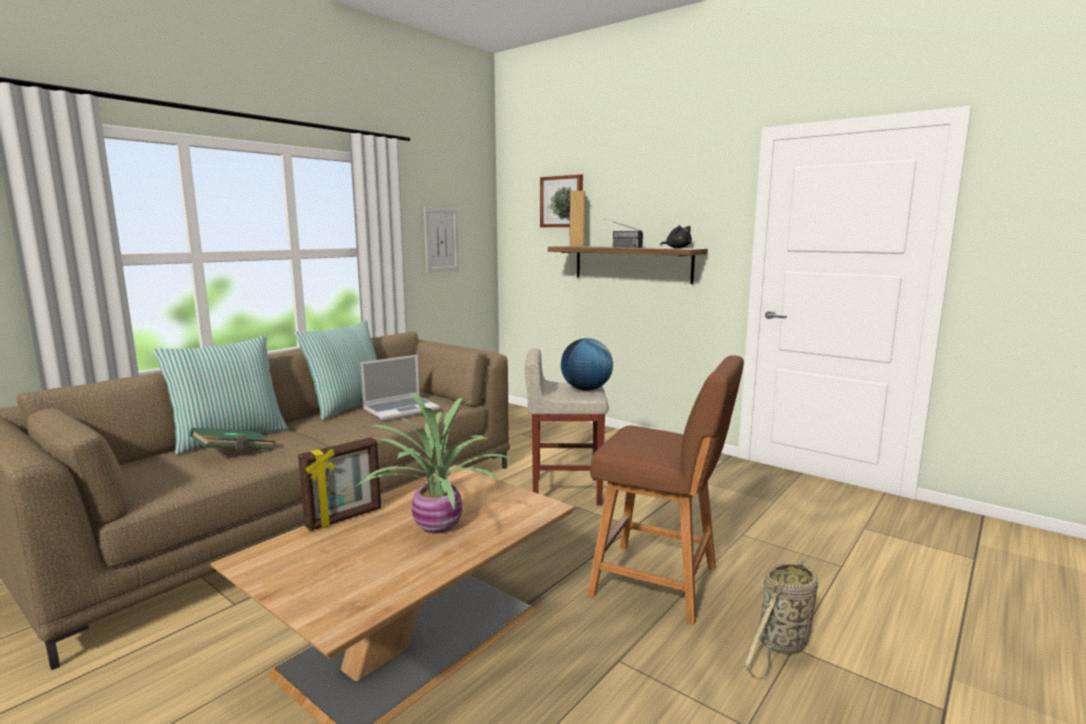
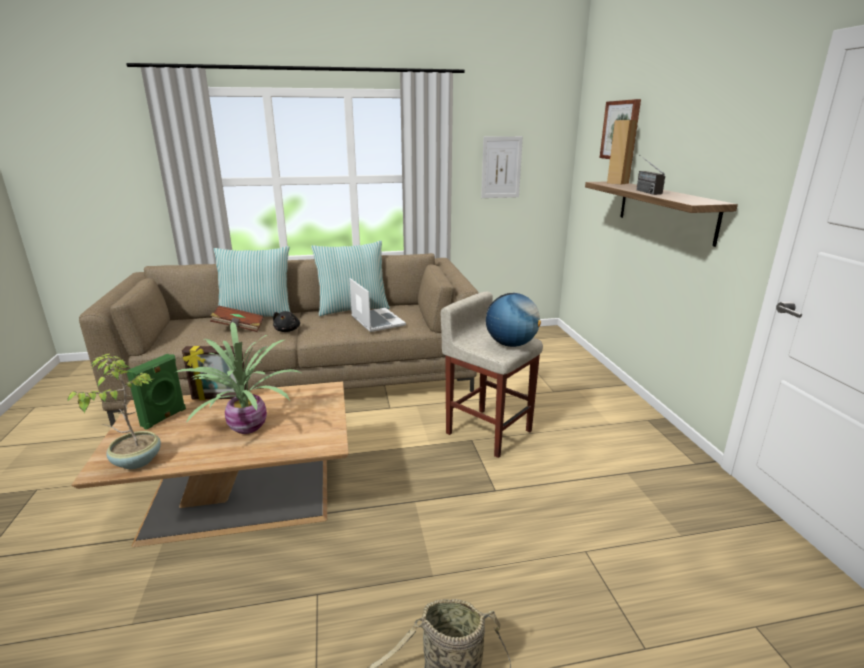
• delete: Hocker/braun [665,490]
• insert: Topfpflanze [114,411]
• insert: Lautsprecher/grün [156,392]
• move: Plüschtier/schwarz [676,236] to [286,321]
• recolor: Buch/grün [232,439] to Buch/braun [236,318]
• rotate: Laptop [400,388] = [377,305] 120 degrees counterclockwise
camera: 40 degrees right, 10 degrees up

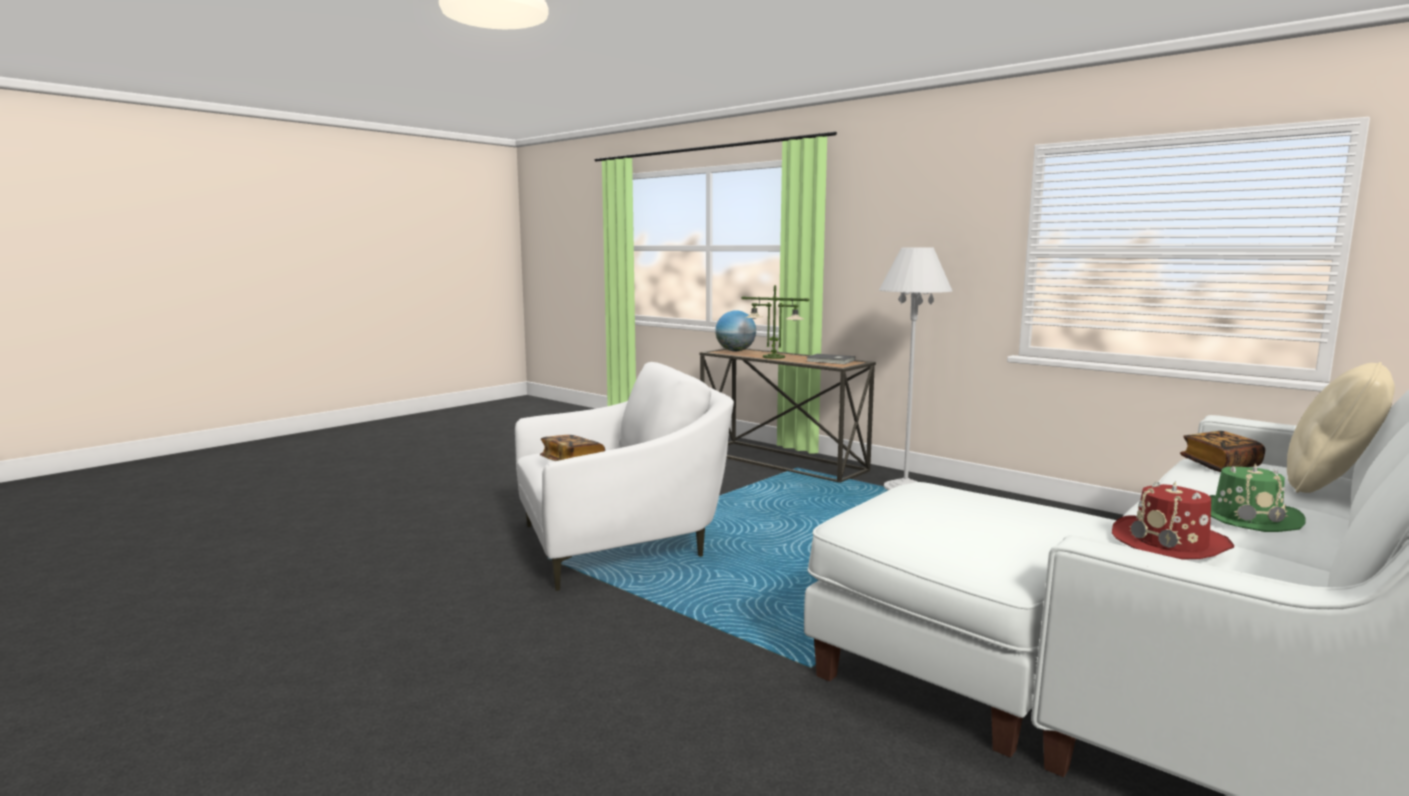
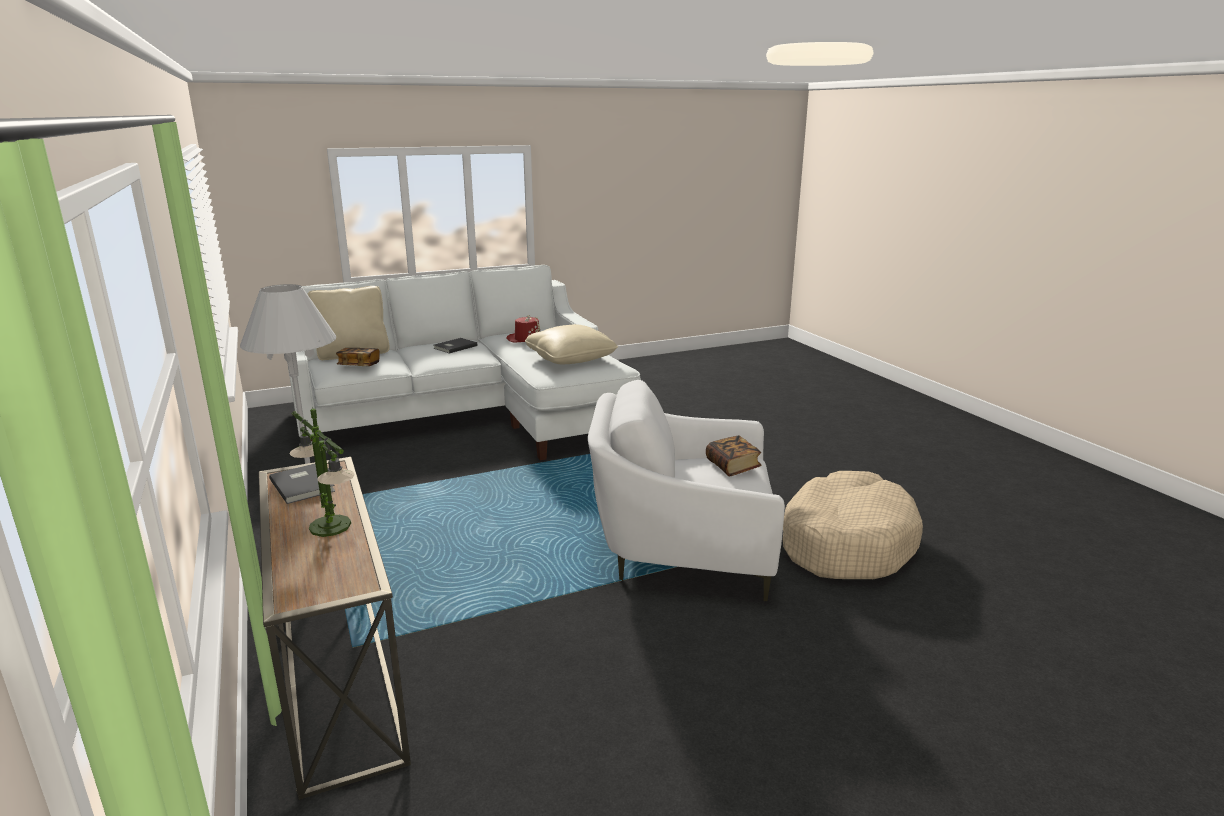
• delete: Globus [735,330]
• insert: Kissen/beige [571,344]
• insert: Hundebett/beige [853,525]
• replace: Hut/grün [1258,497] to Buch/grau [455,345]
camera: 155 degrees left, 10 degrees up

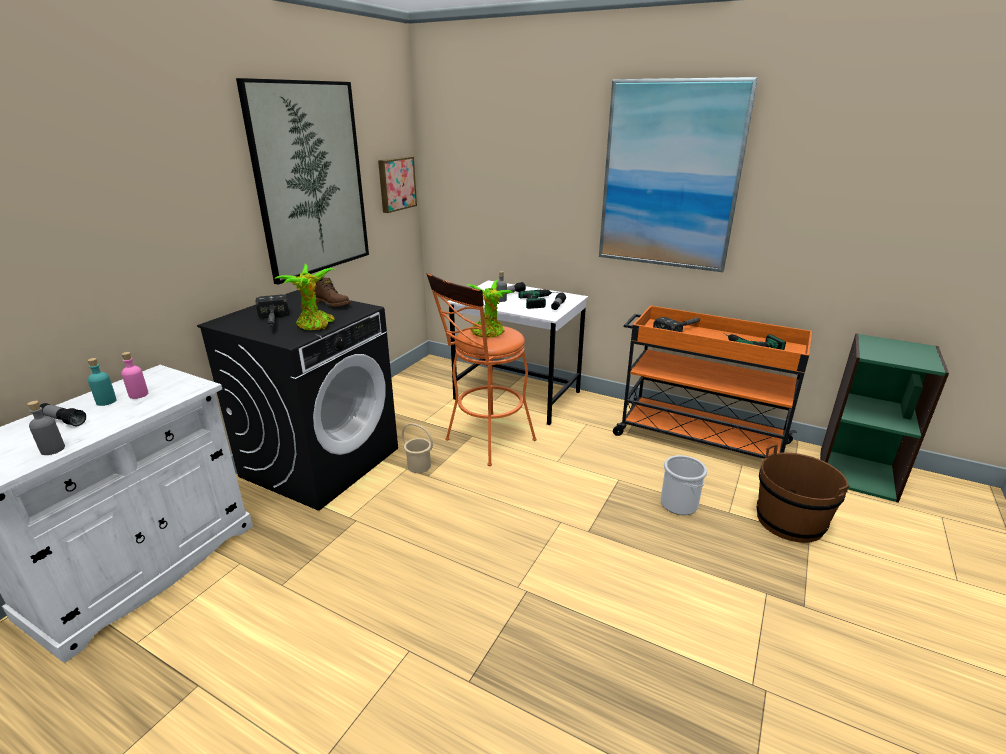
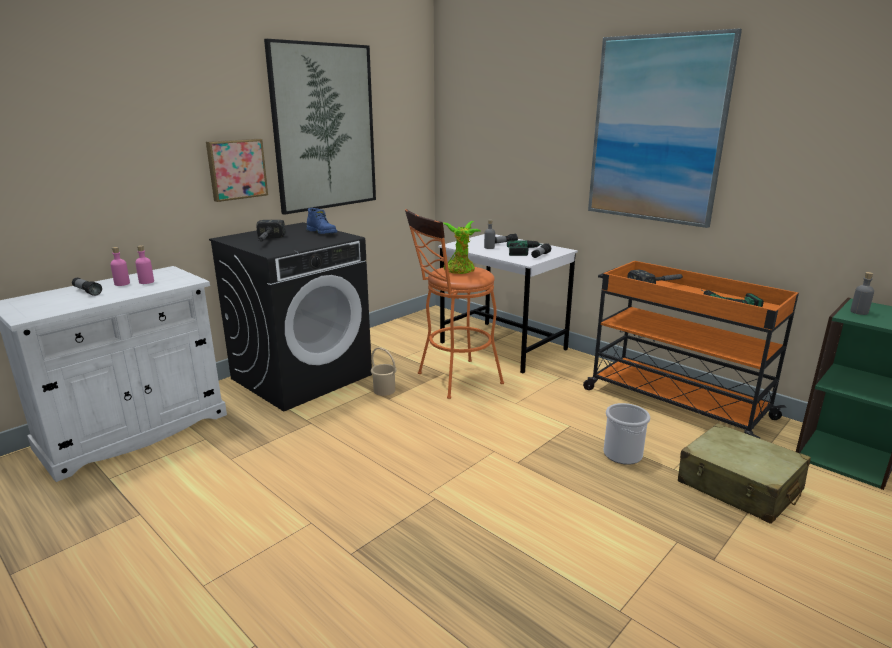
• delete: Topfpflanze [304,297]
• move: Flasche/grau [46,428] to [862,293]
• move: Bild [397,184] to [237,170]
• replace: Eimer/braun [803,493] to Koffer/beige [744,473]
• recolor: Flasche/türkis [102,382] to Flasche/rosa [120,266]
• recolor: Stiefel/braun [332,292] to Stiefel/blau [322,221]
camera: 15 degrees right, 5 degrees down

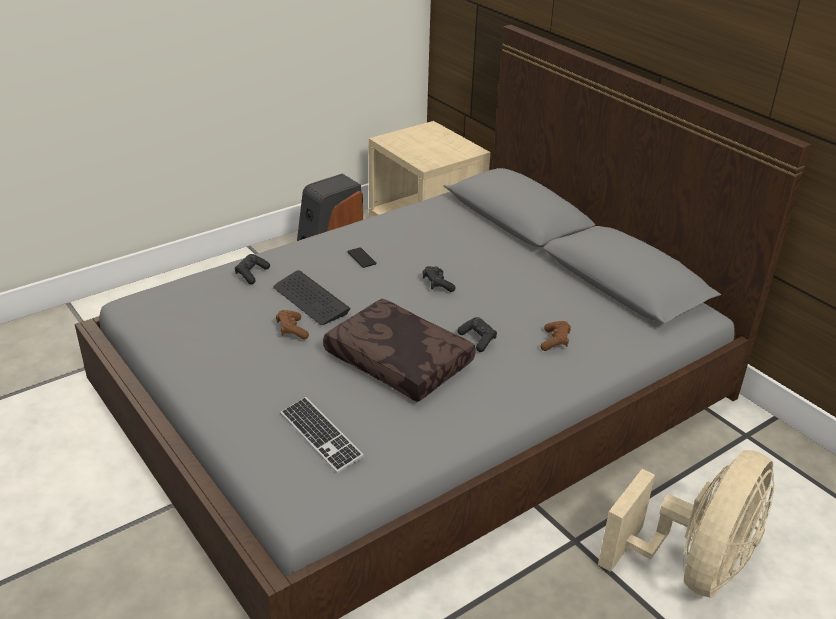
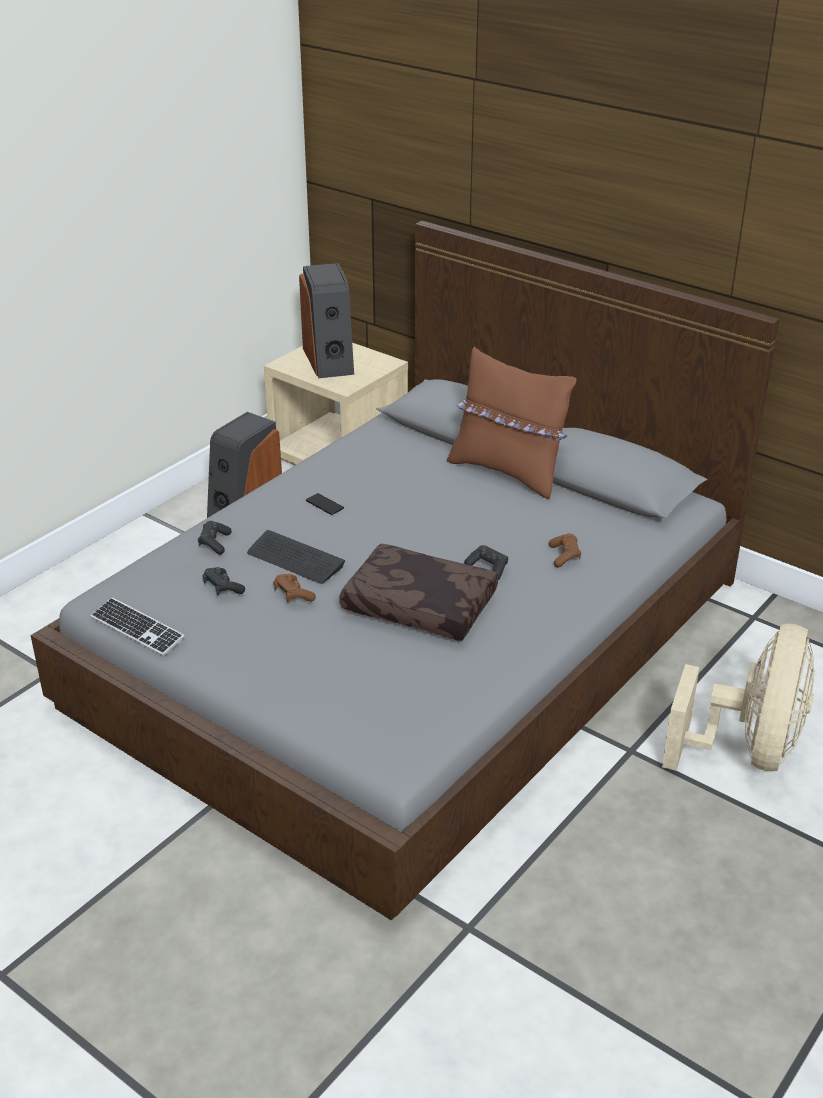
• insert: Lautsprecher [326,320]
• insert: Kissen/braun [511,423]
• move: Tastatur [322,435] to [137,626]
• move: Gamepad/schwarz [439,279] to [224,581]
camera: 15 degrees left, 0 degrees up

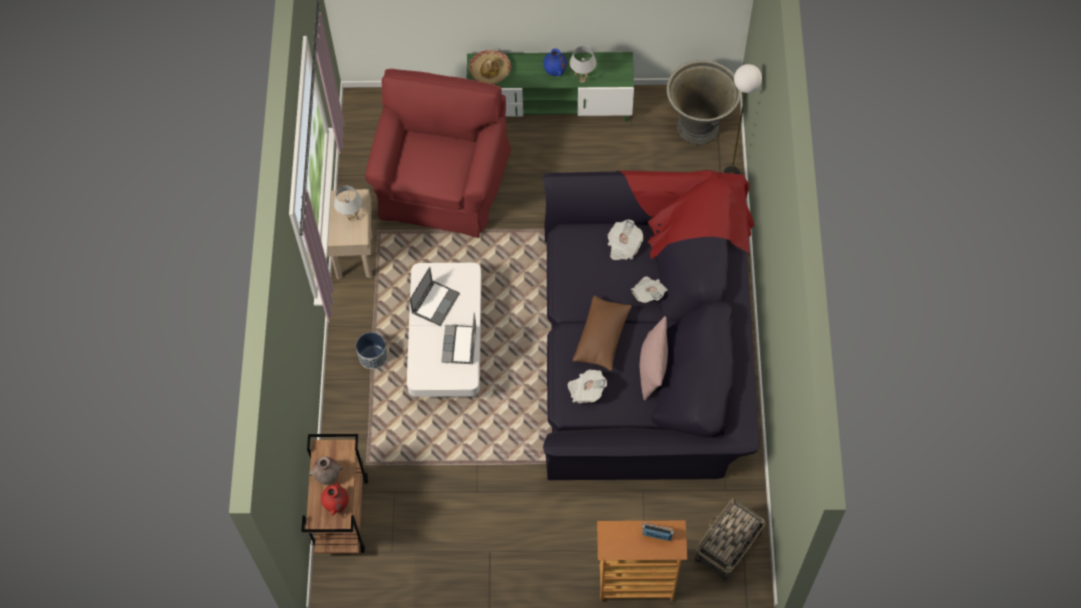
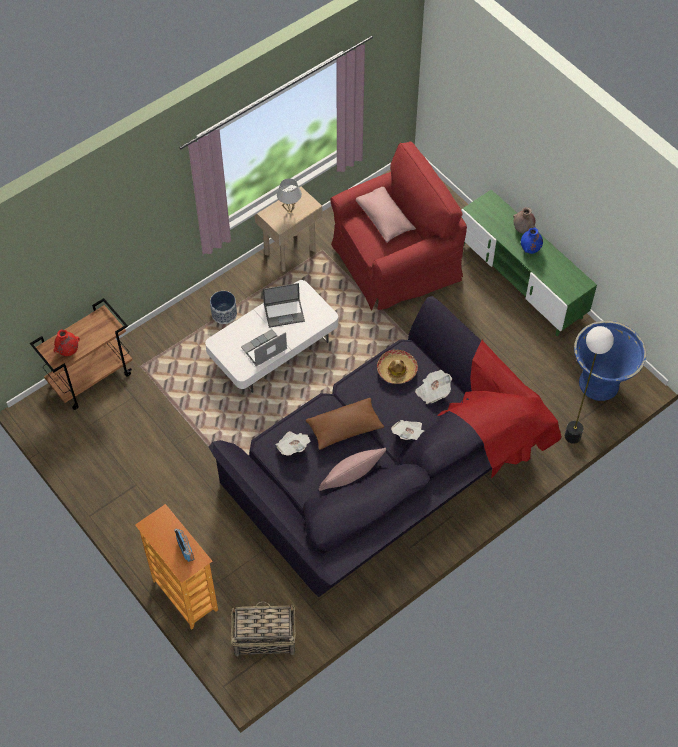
• delete: Tischlampe/weiß [583,64]
• insert: Kissen/rosa [386,215]
• move: Vase/braun [325,470] to [524,220]
• move: Hut [490,67] to [397,366]
• recolor: Pflanzkübel/grau [703,102] to Pflanzkübel/blau [610,361]
camera: 50 degrees right, 5 degrees down

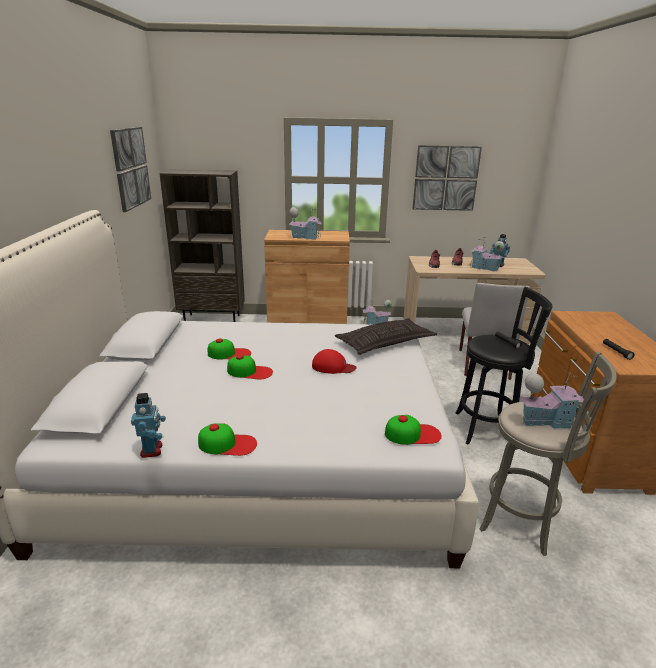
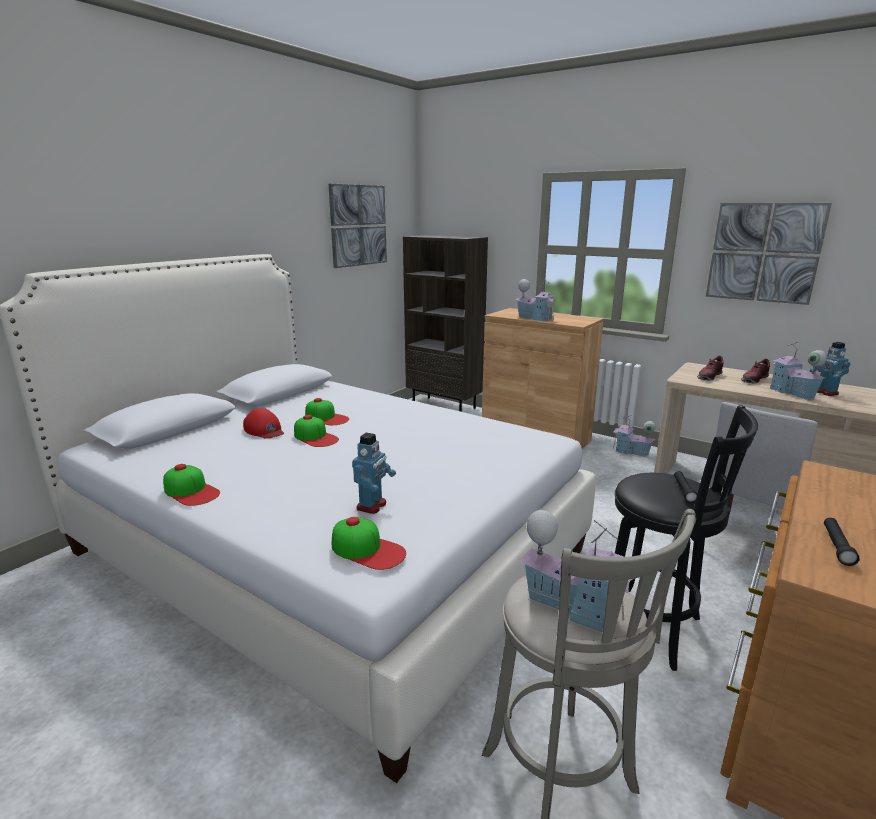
• delete: Kissen [386,336]
• move: Spielzeugroboter [148,425] to [374,473]
• move: Kappe/rot [334,361] to [263,423]
camera: 35 degrees right, 5 degrees down

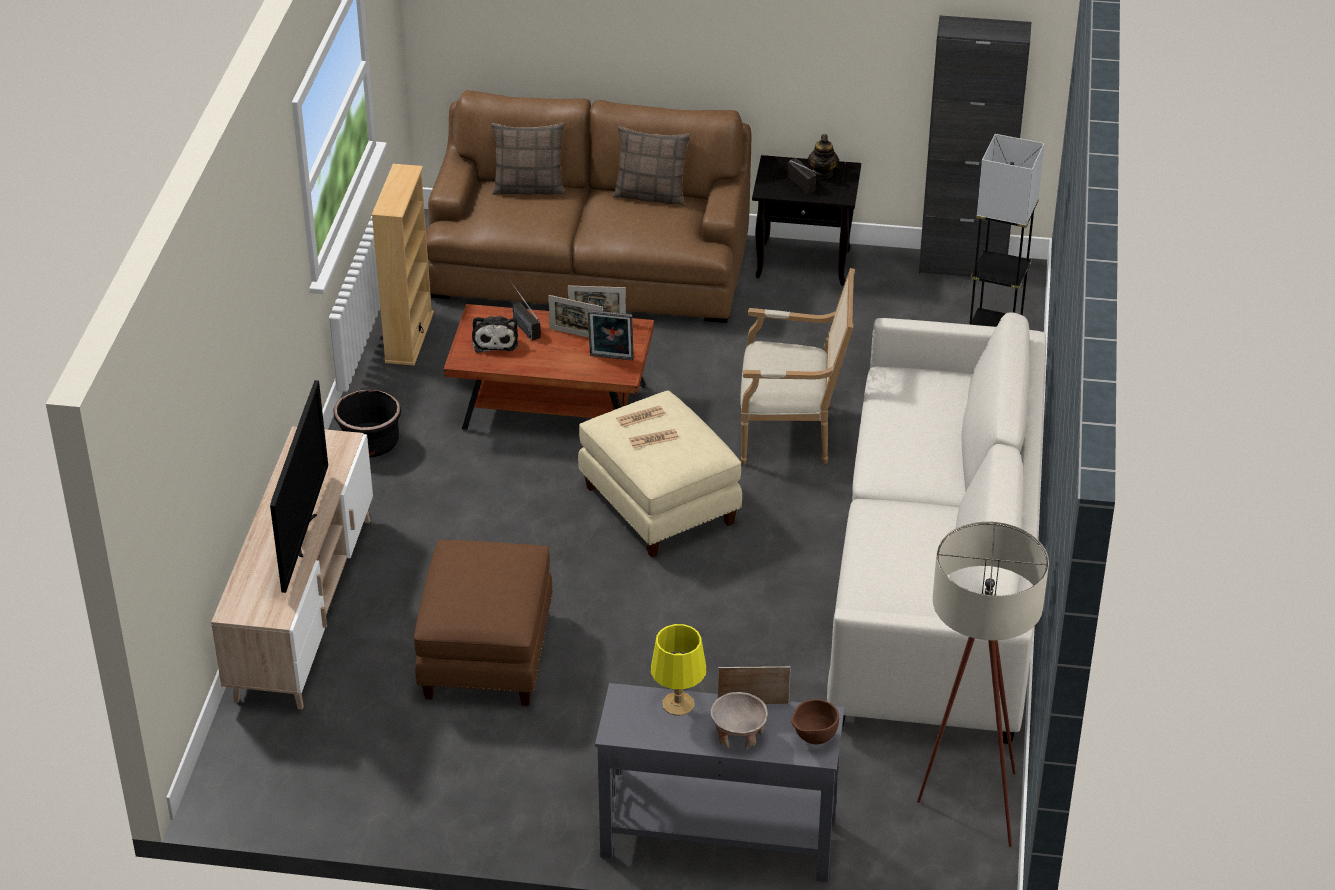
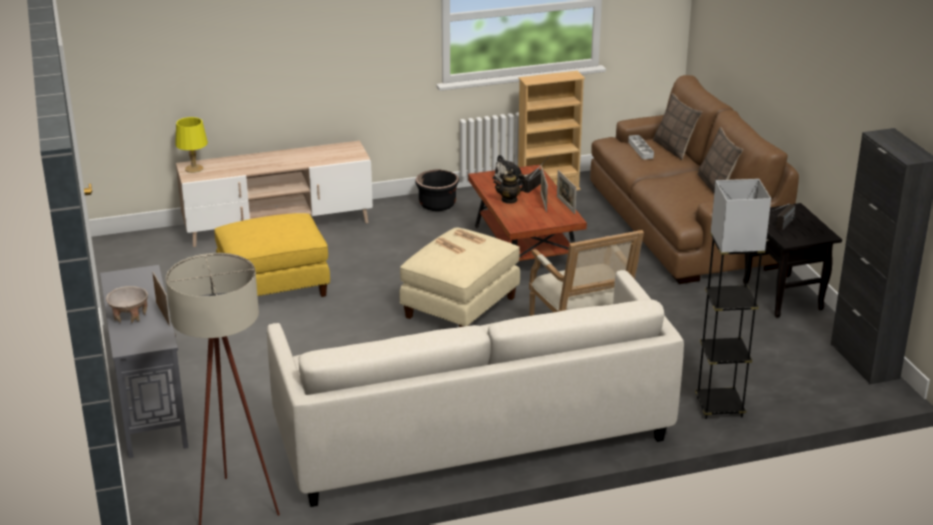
• delete: Fernseher [299,486]
• delete: Bilderrahmen [611,335]
• delete: Schüssel/braun [815,721]
• insert: Tablett/grau [641,147]
• move: Tischlampe/gelb [678,670] to [191,145]
• move: Teekanne [823,156] to [510,187]
• recolor: Polsterhocker/braun [483,623] to Polsterhocker/gelb [272,255]
camera: 65 degrees right, 10 degrees down

